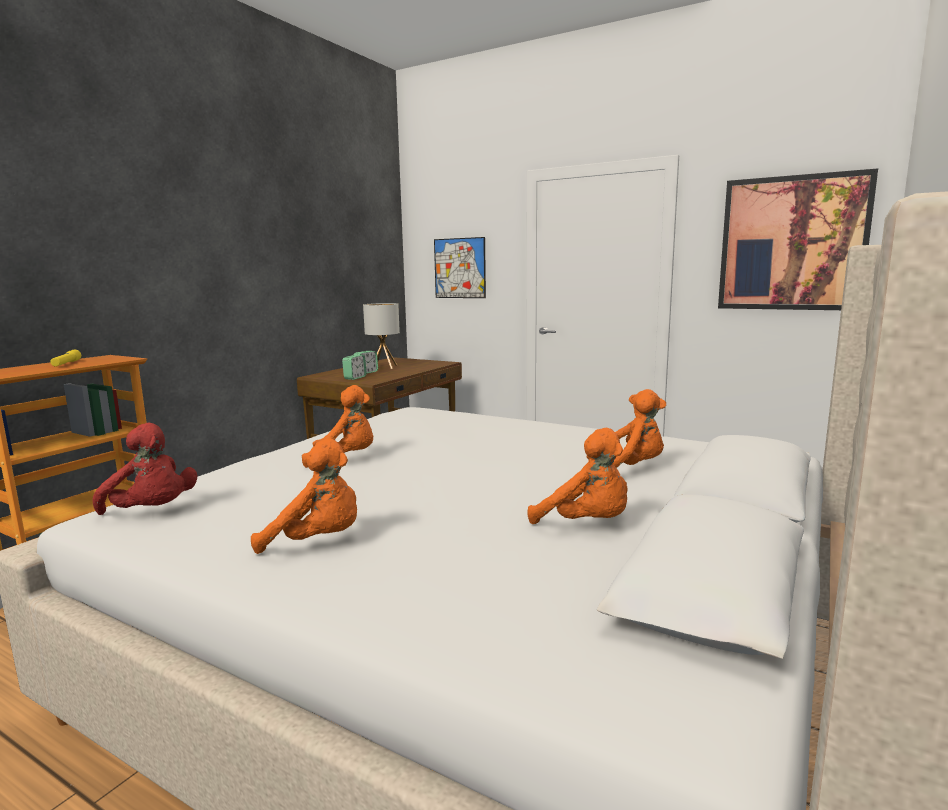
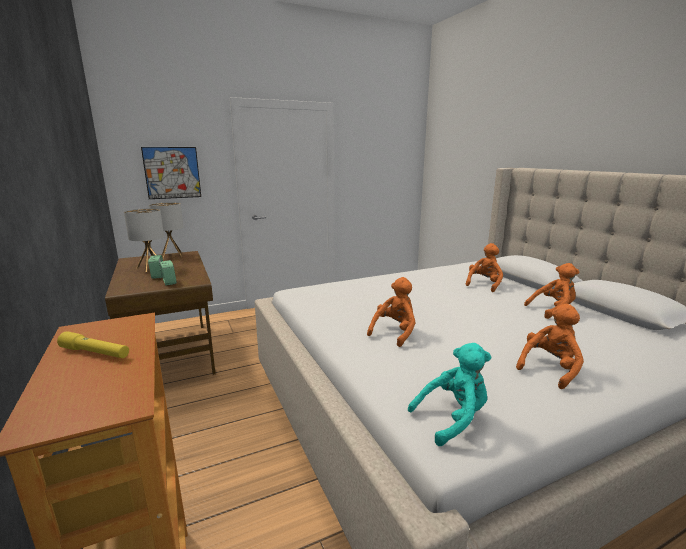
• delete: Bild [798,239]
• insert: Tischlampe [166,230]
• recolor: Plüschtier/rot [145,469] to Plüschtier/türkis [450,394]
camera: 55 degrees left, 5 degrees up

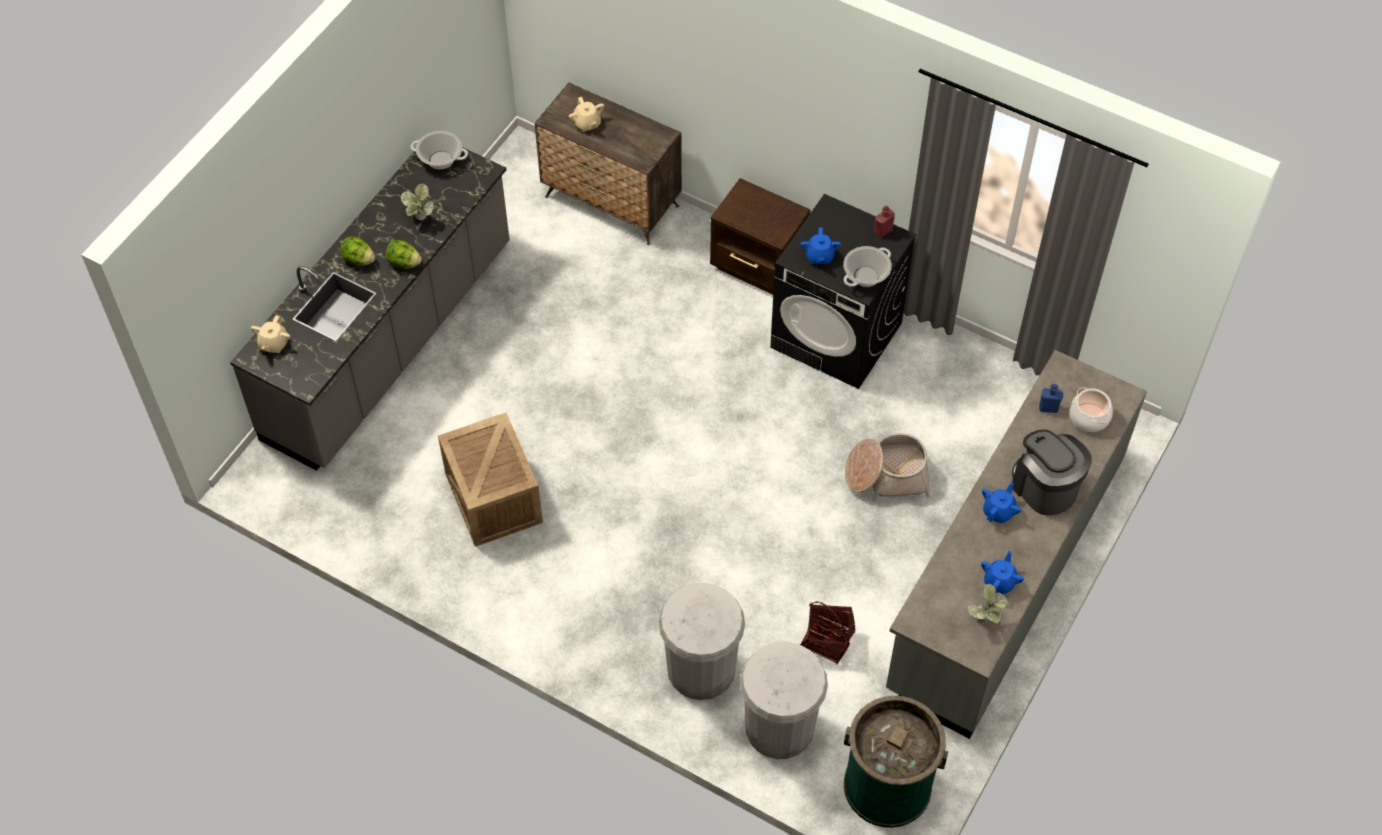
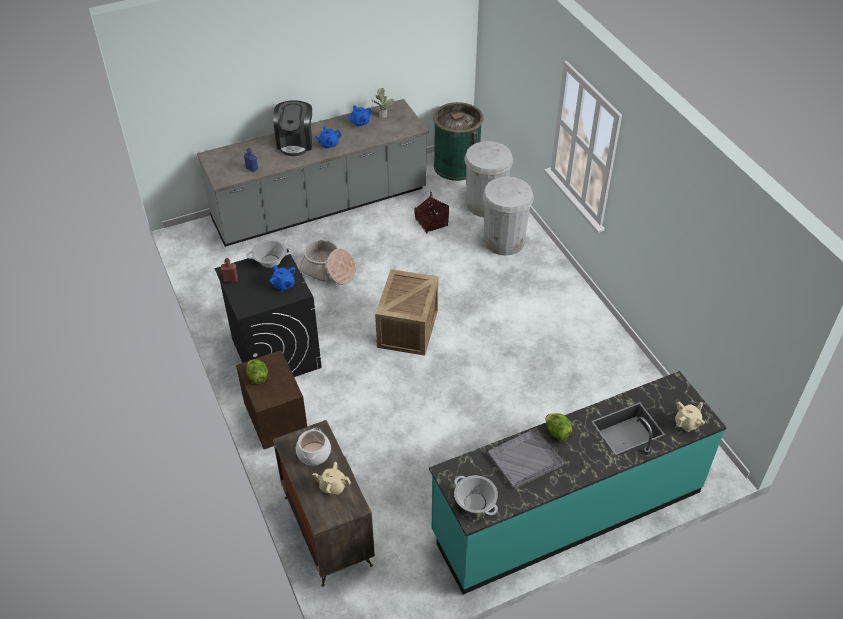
• move: Salatkopf [357,251] to [257,371]
• move: Kiste [490,480] to [407,312]
• move: Kochtopf [1091,409] to [313,447]
• replace: Topfpflanze [417,202] to Tablett/grau [525,459]
• recolor: Küchenzeile/grau [370,309] to Küchenzeile/türkis [578,483]
• rotate: Teekanne/beige [586,114] = [332,478] 90 degrees counterclockwise
• rotate: Teekanne/blau [821,246] = [282,278] 105 degrees clockwise
camera: 145 degrees left, 10 degrees down

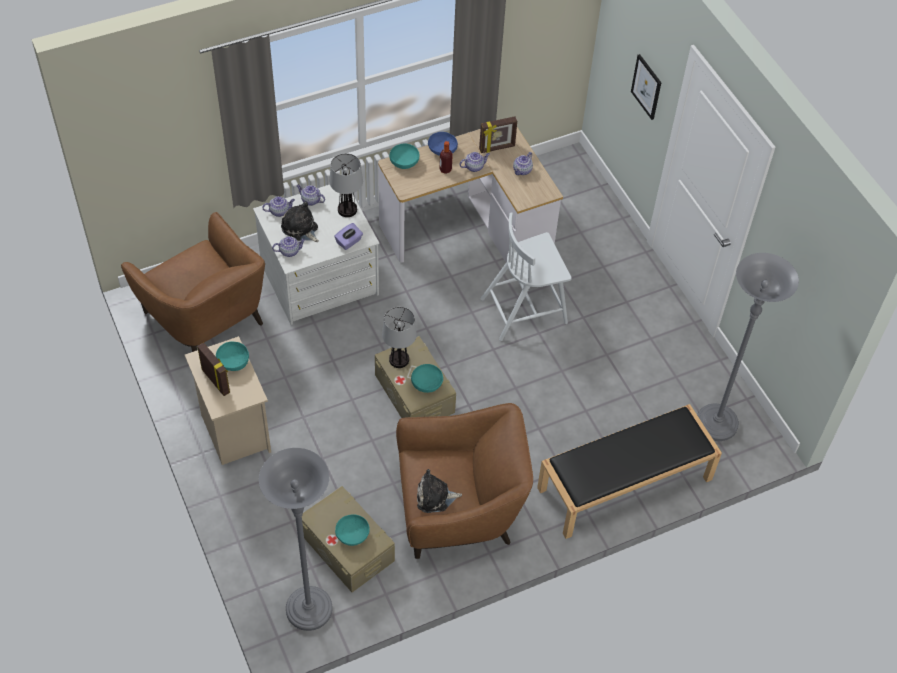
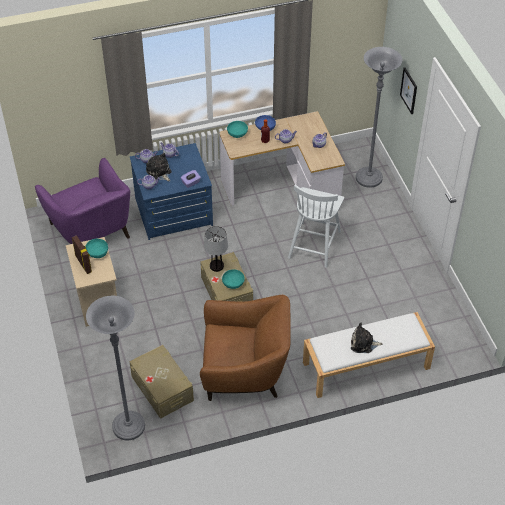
• delete: Tischlampe [346,185]
• delete: Schüssel/türkis [352,530]
• delete: Bilderrahmen [498,134]
• move: Plüschtier [439,491] to [367,337]
• move: Stehlampe/grau [748,347] to [379,117]
• recolor: Sessel/braun [193,282] to Sessel/lila [82,201]
• recolor: Kommode/weiß [316,255] to Kommode/blau [171,191]
• recolor: Bank/schwarz [629,471] to Bank/weiß [369,355]
• rotate: Stuhl/weiß [526,277] = [316,226] 60 degrees counterclockwise
camera: 10 degrees right, 5 degrees down

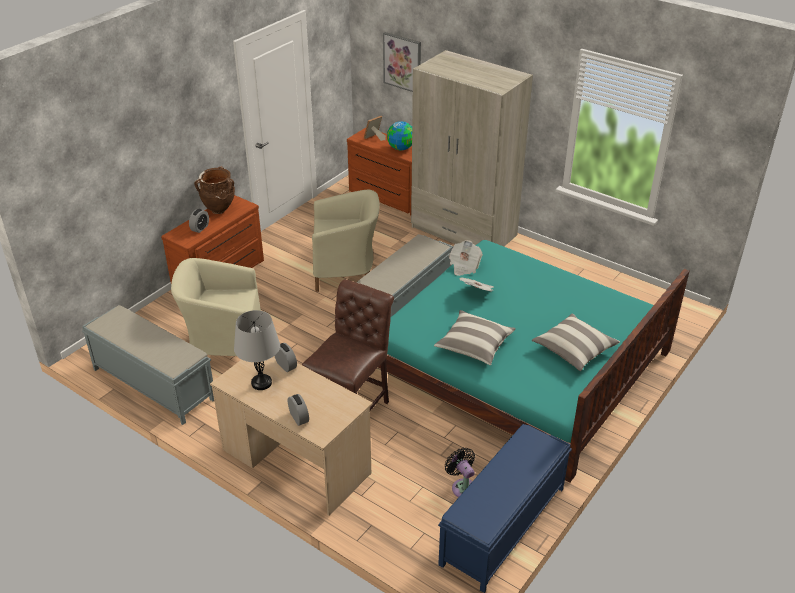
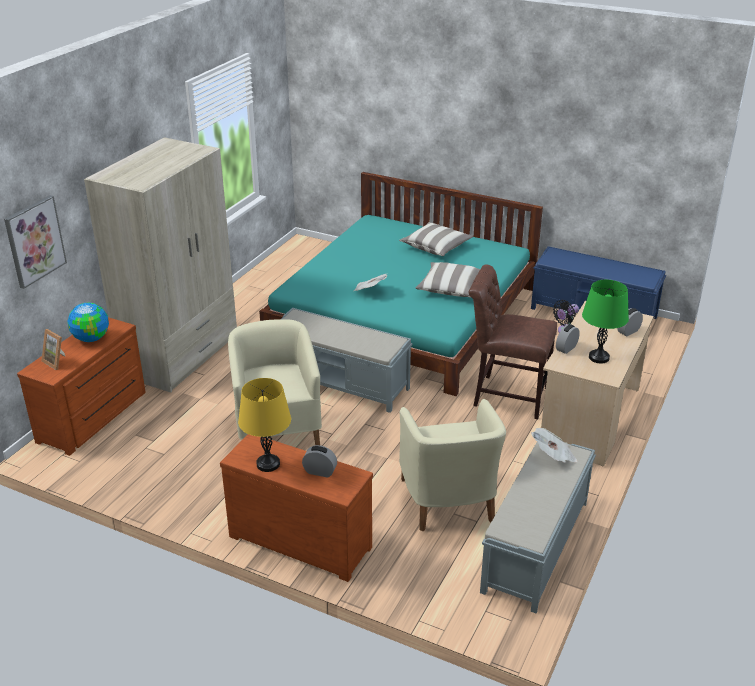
• move: Zeitung [466,258] to [554,445]
• replace: Vase/braun [214,190] to Tischlampe/gelb [264,425]
• recolor: Tischlampe/grau [257,350] to Tischlampe/grün [605,321]
camera: 100 degrees left, 5 degrees down

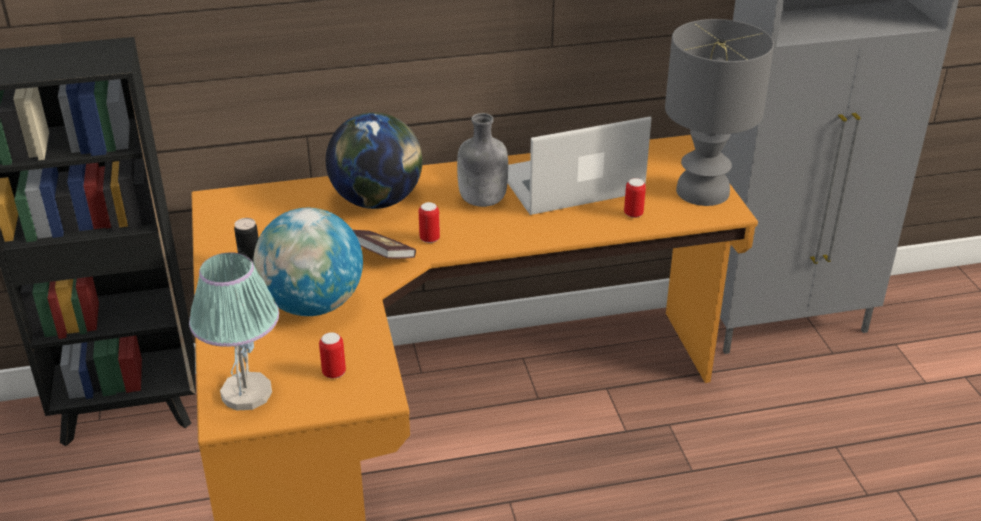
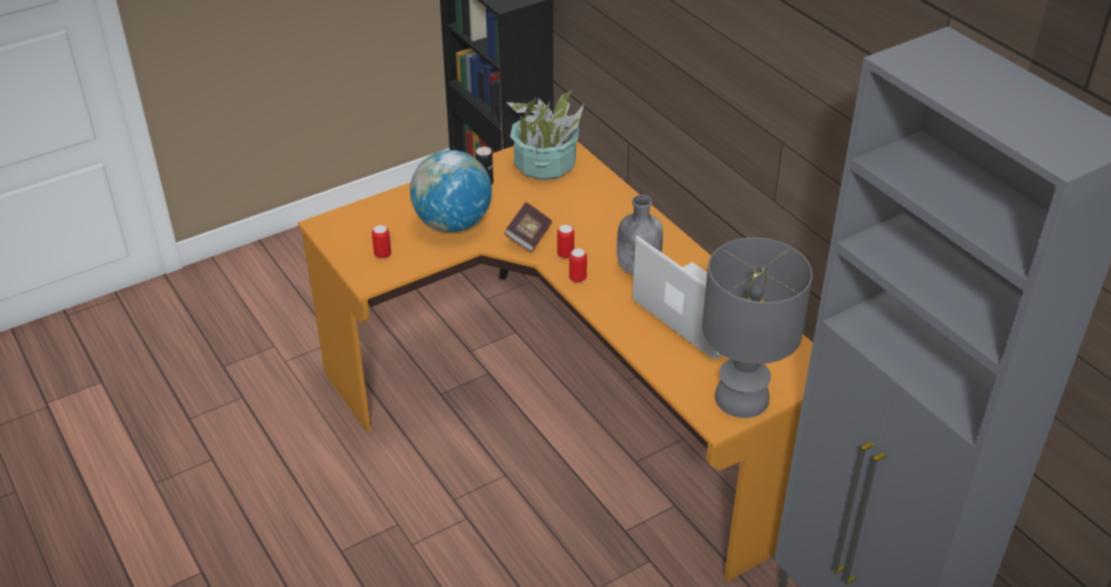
• delete: Tischlampe [234,331]
• delete: Globus [374,160]
• insert: Topfpflanze [545,135]
• move: Dose [635,198] to [578,265]
camera: 70 degrees right, 5 degrees up

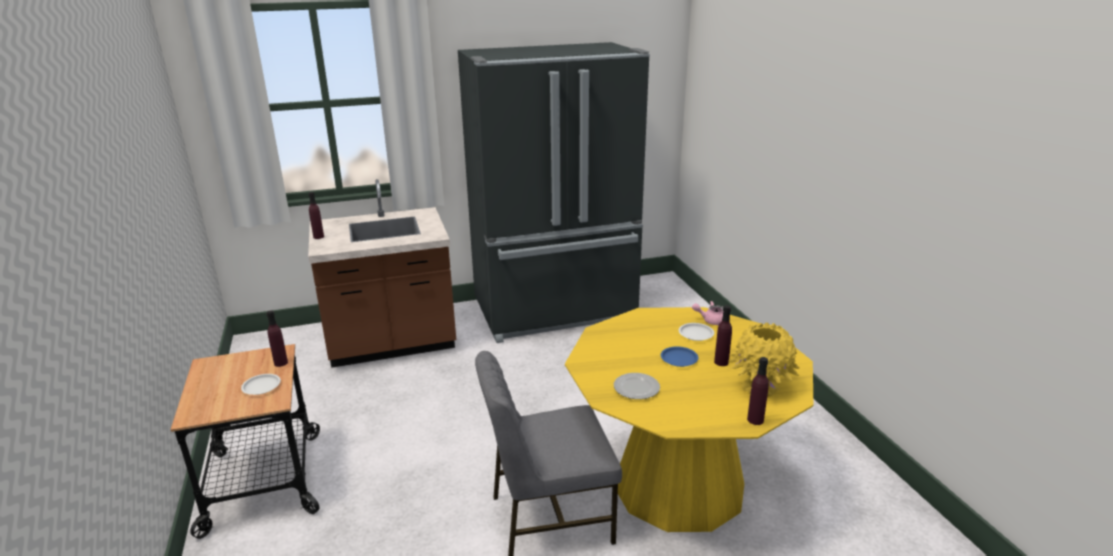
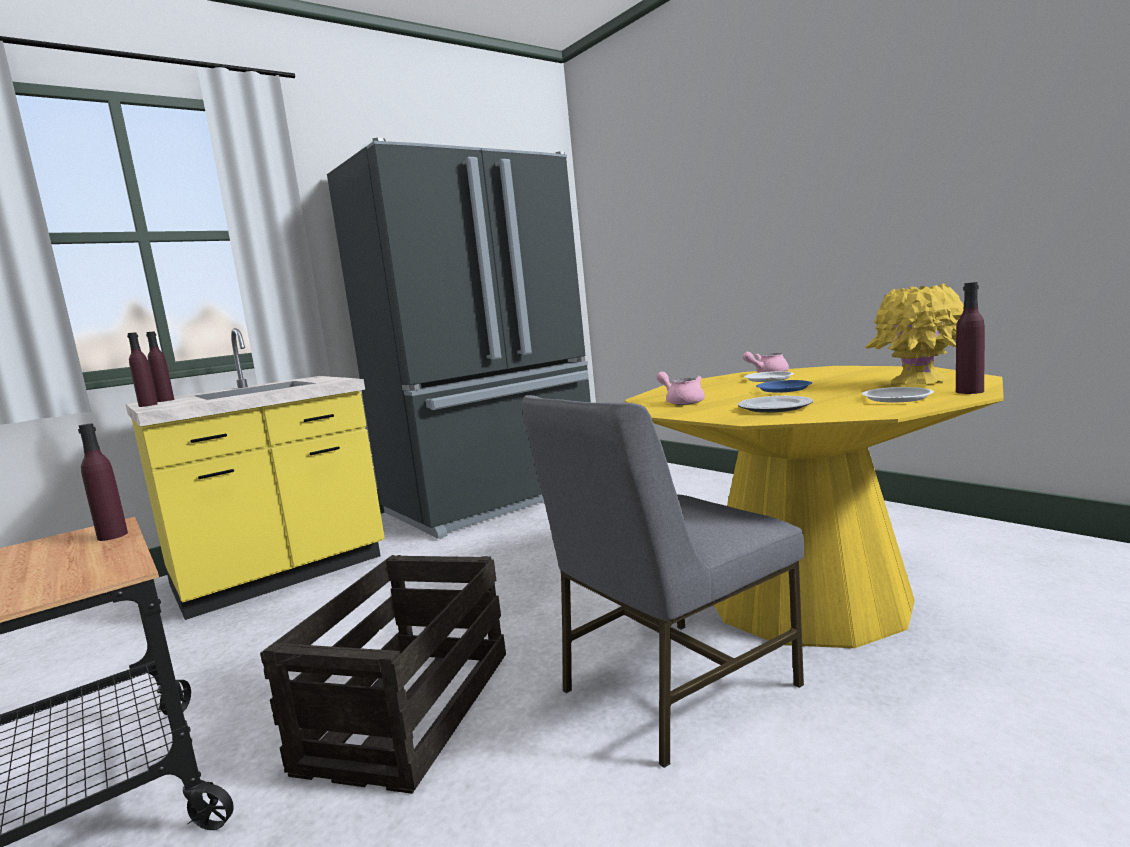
• insert: Kiste [383,674]
• insert: Teekanne/rosa [681,388]
• move: Teller/weiß [261,384] to [898,394]
• move: Flasche/lila [723,335] to [160,366]
• recolor: Küchenzeile/braun [382,273] to Küchenzeile/gelb [255,474]
camera: 20 degrees left, 15 degrees down

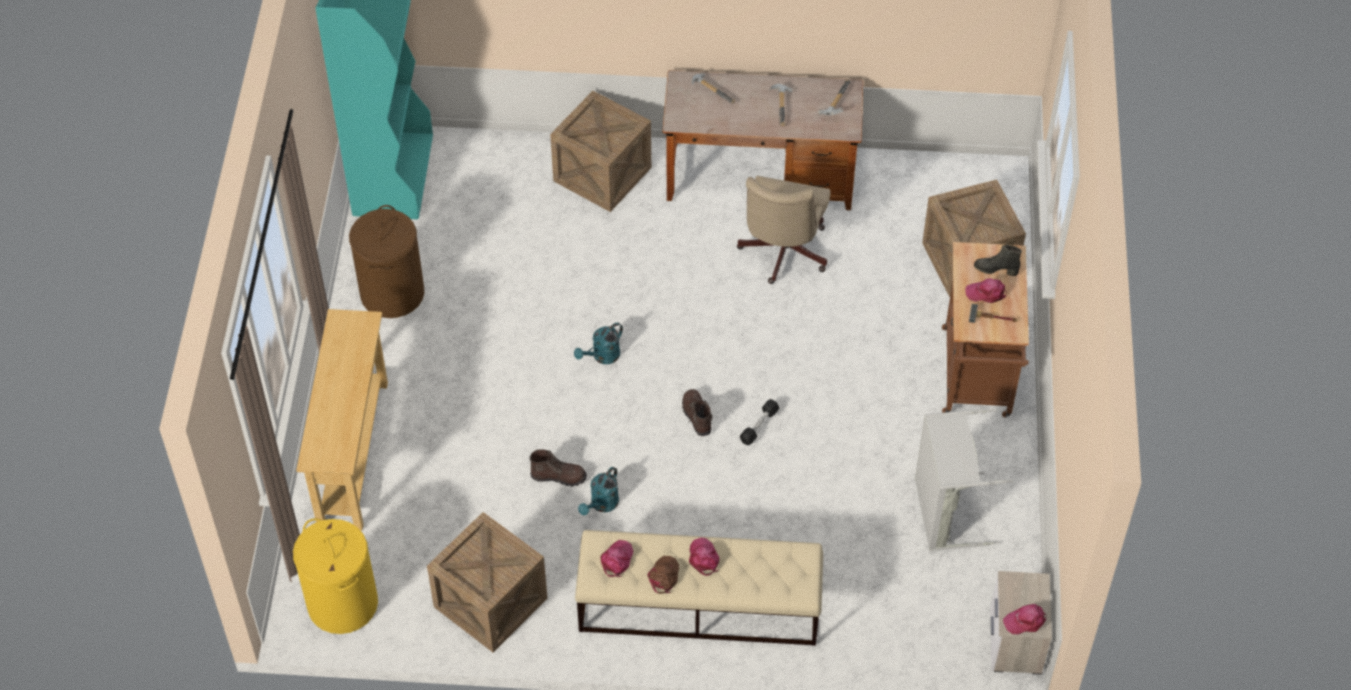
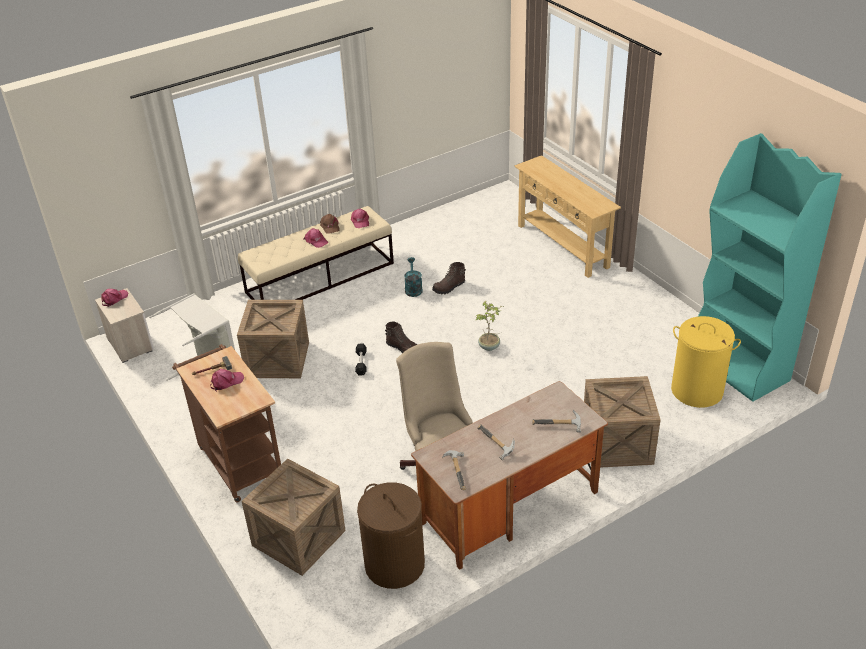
• delete: Stiefel/schwarz [998,260]
• move: Wäschekorb/gelb [335,576] to [706,362]
• move: Wäschekorb/braun [386,261] to [391,535]
• move: Kiste [487,582] to [273,339]
• replace: Gießkanne/türkis [598,343] to Topfpflanze [489,326]
camera: 145 degrees right, 15 degrees down

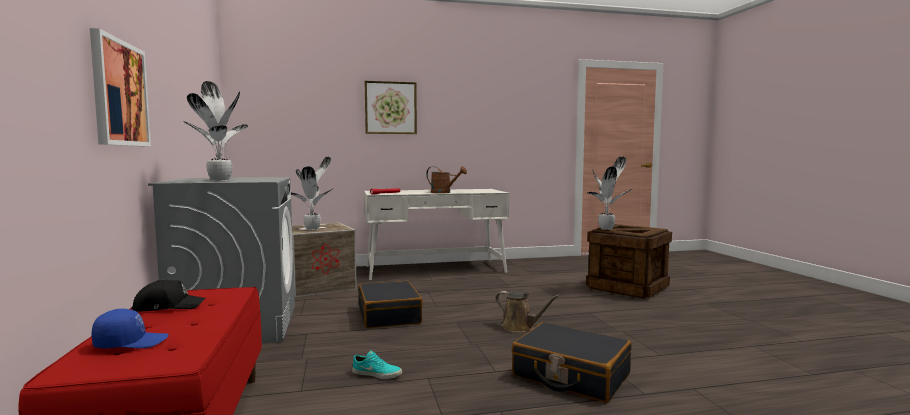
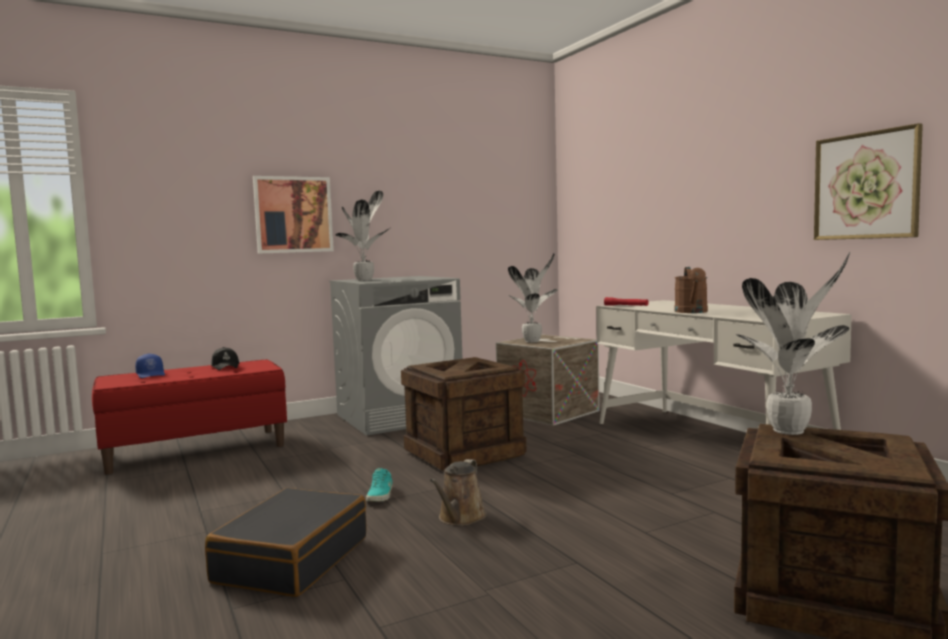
• move: Schuh/türkis [377,364] to [379,485]
• move: Bild [391,107] to [868,181]
• replace: Koffer/schwarz [390,304] to Kiste [463,414]
camera: 75 degrees right, 0 degrees up

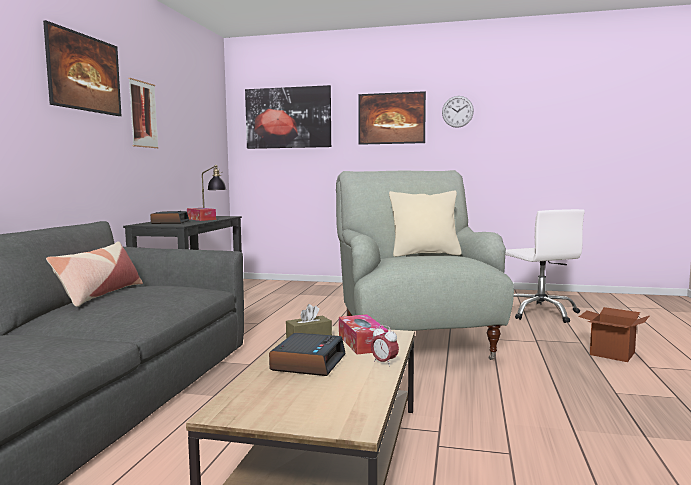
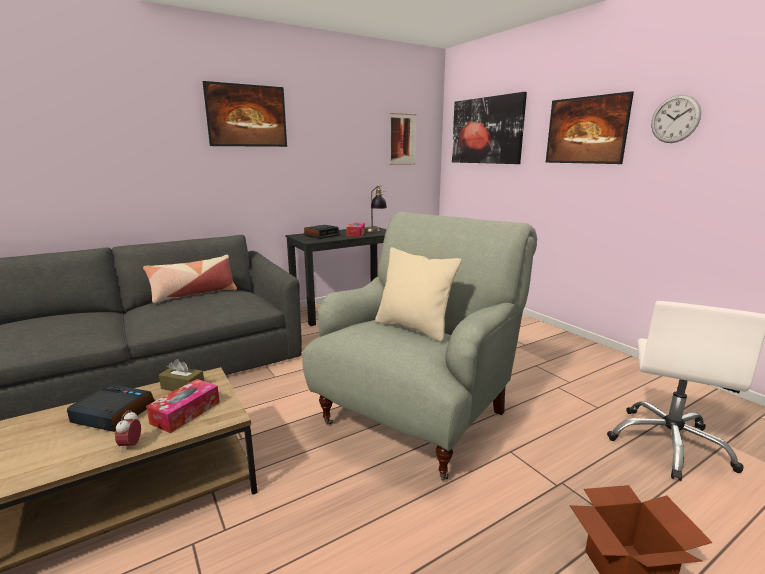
• move: Bild [144,113] to [403,139]
• rotate: Wecker [307,354] = [111,408] 135 degrees counterclockwise
camera: 45 degrees right, 10 degrees up

